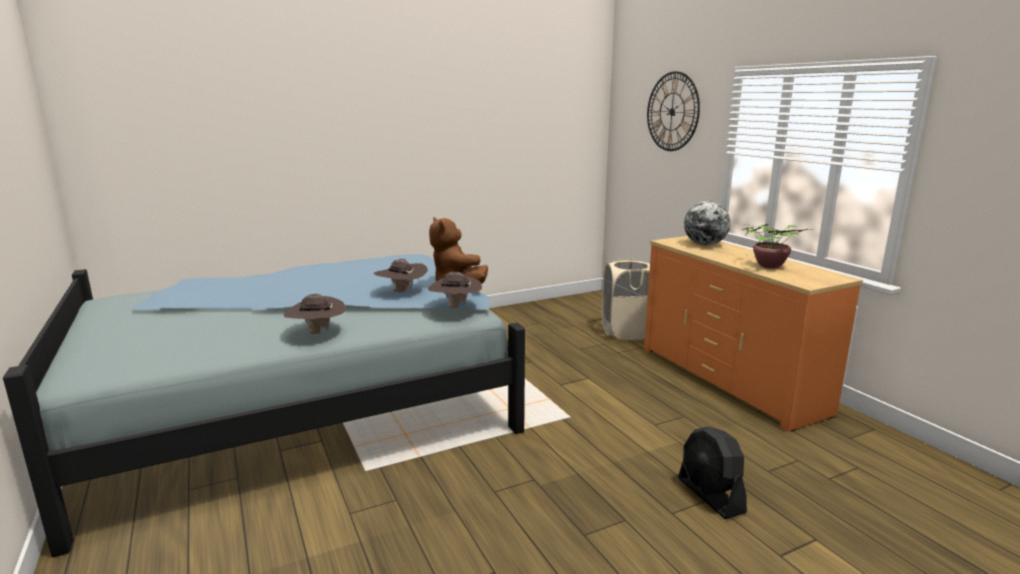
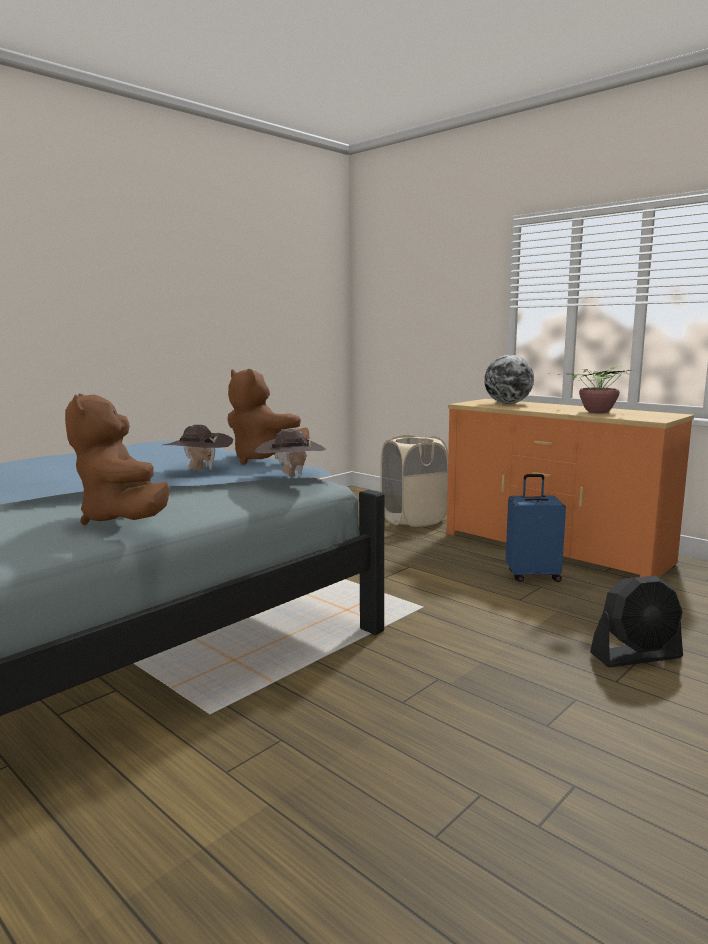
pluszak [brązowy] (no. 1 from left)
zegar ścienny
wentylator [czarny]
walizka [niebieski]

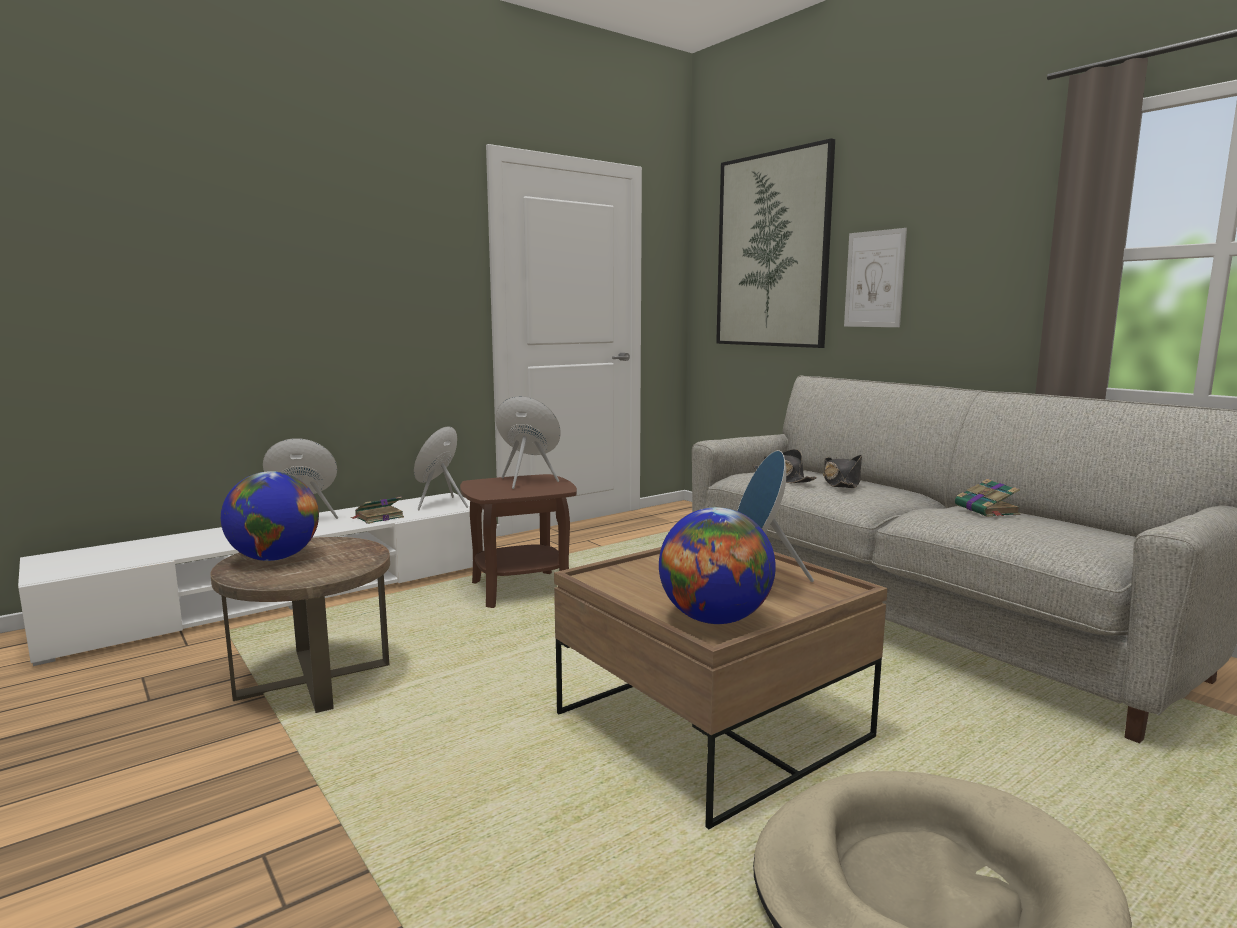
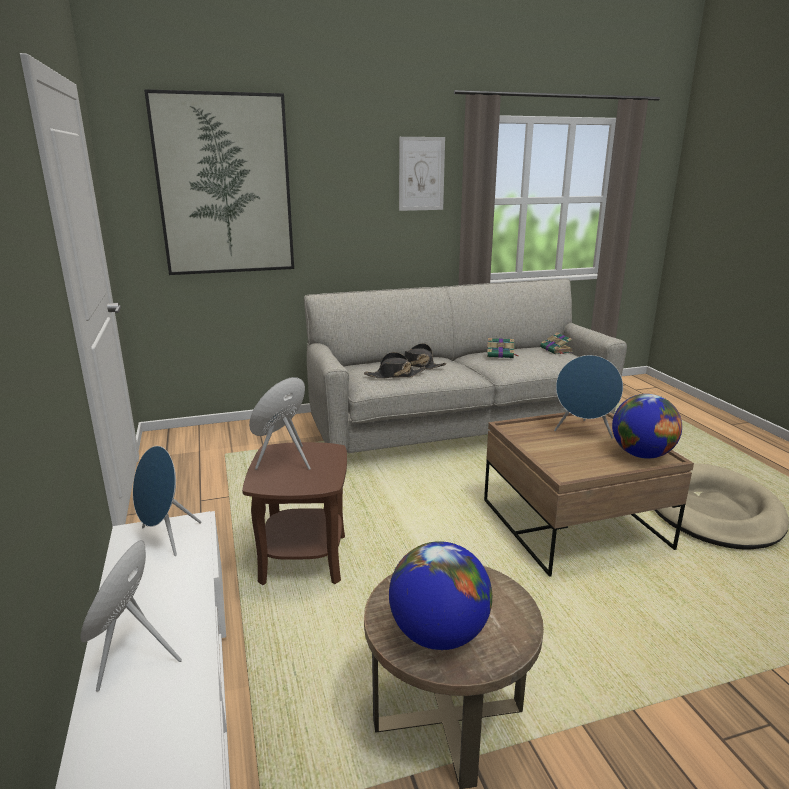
książka (no. 2 from left)
obraz (no. 2 from left)

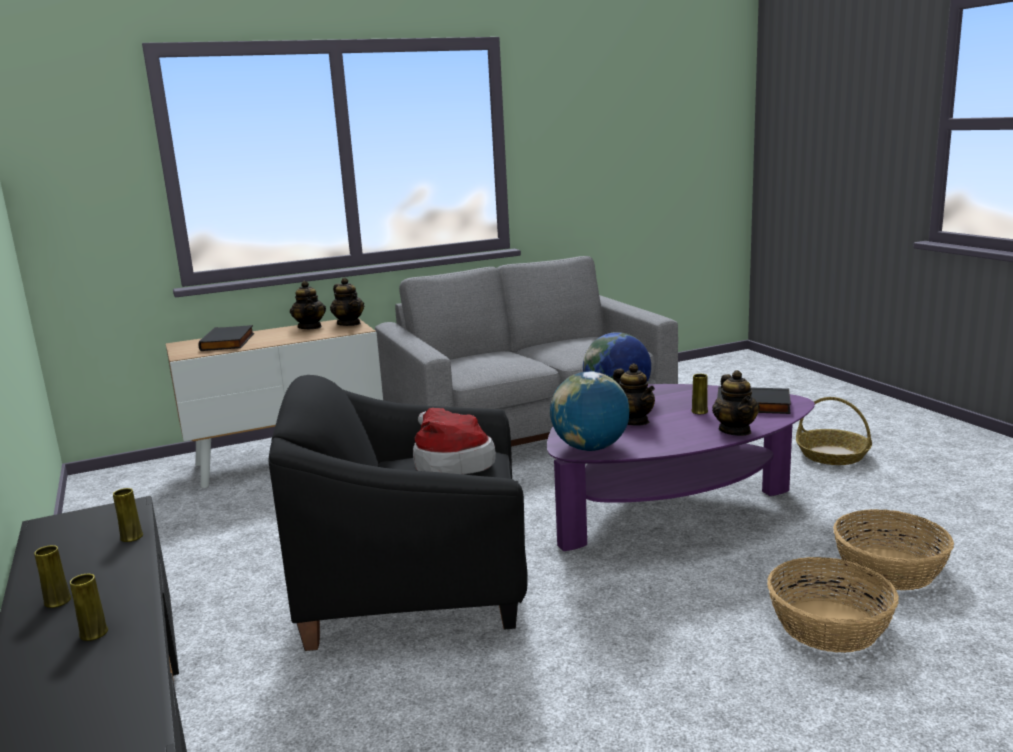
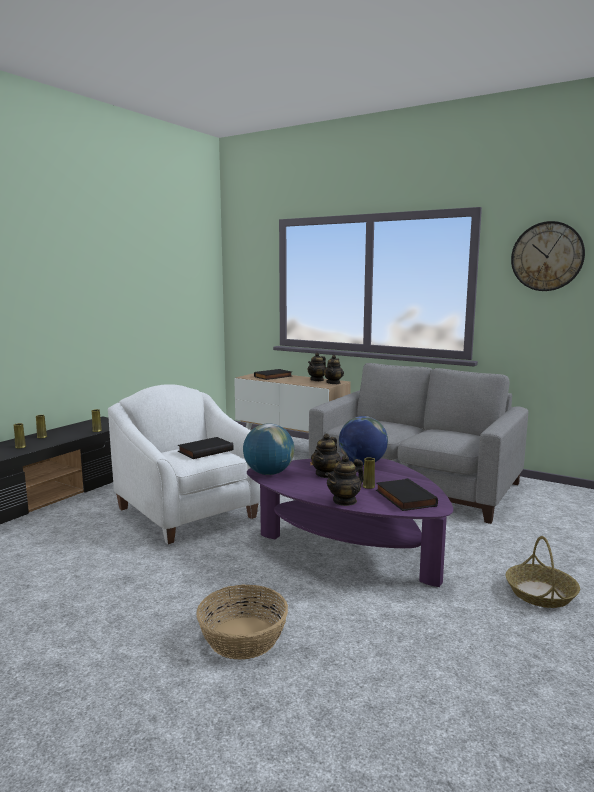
fotel [biały]
książka [czarny] (no. 1 from left)
koszyk (no. 3 from left in the first image)
zegar ścienny

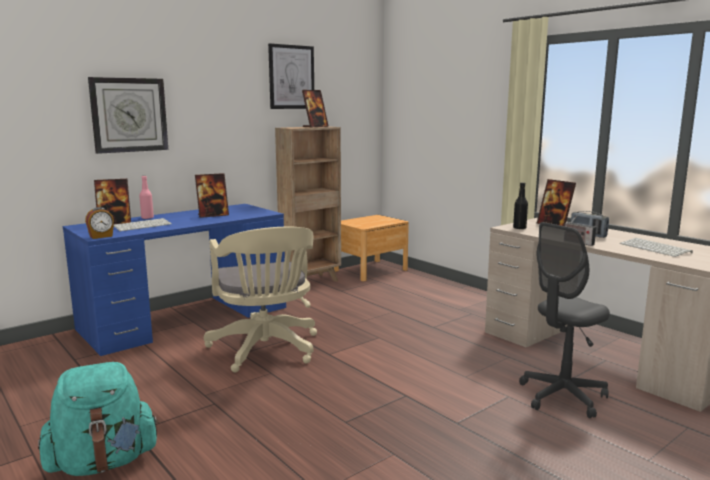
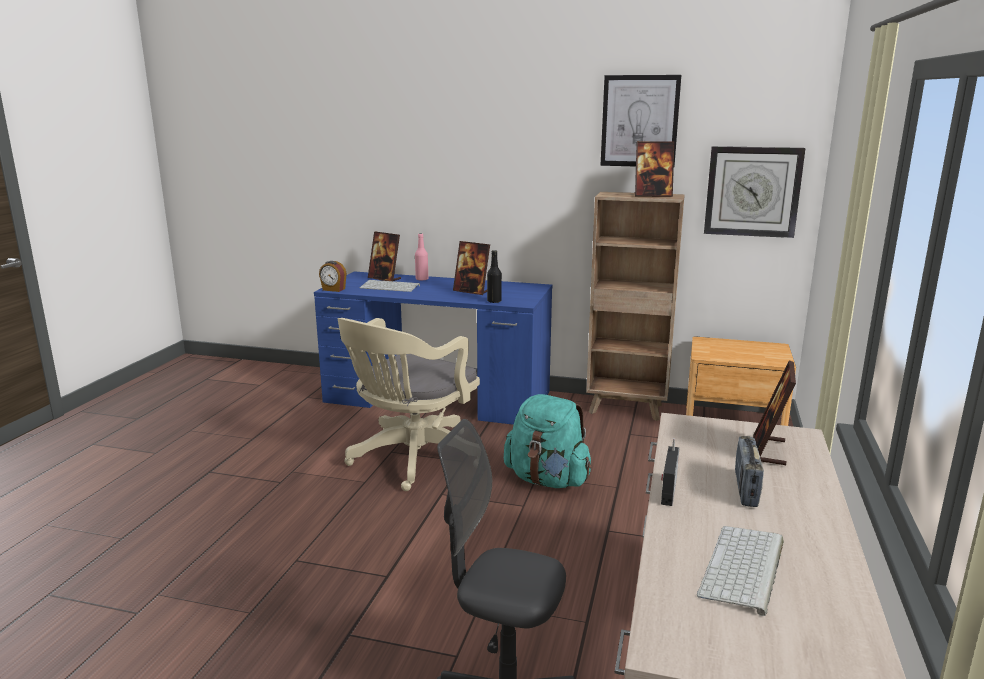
plecak [turkusowy]
zegar ścienny
butelka [czarny]

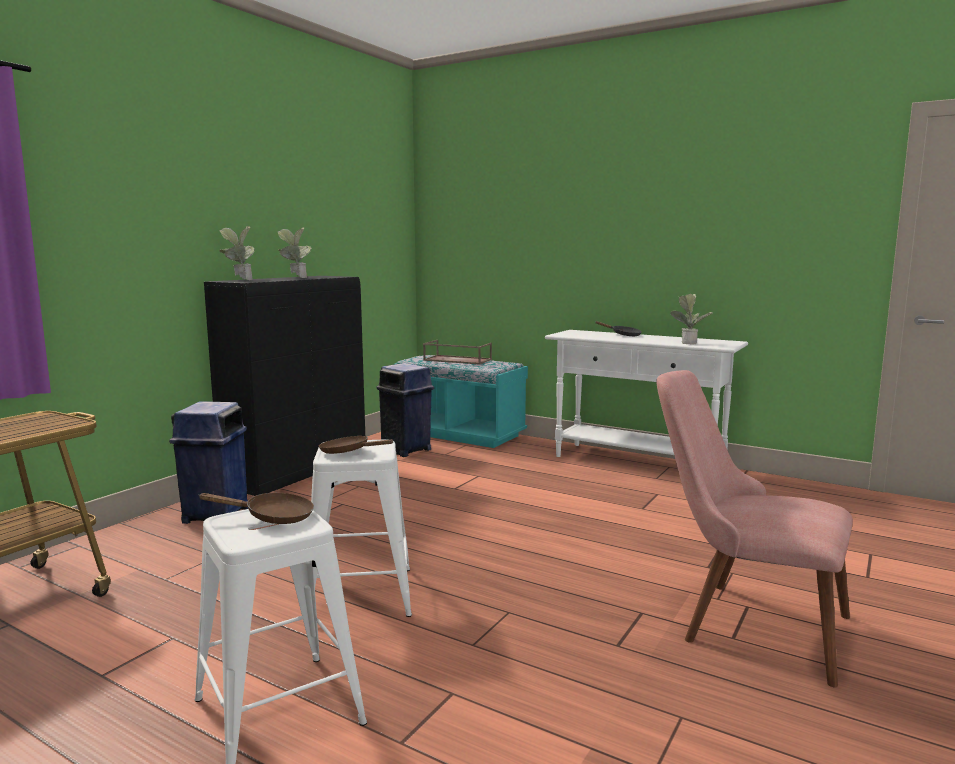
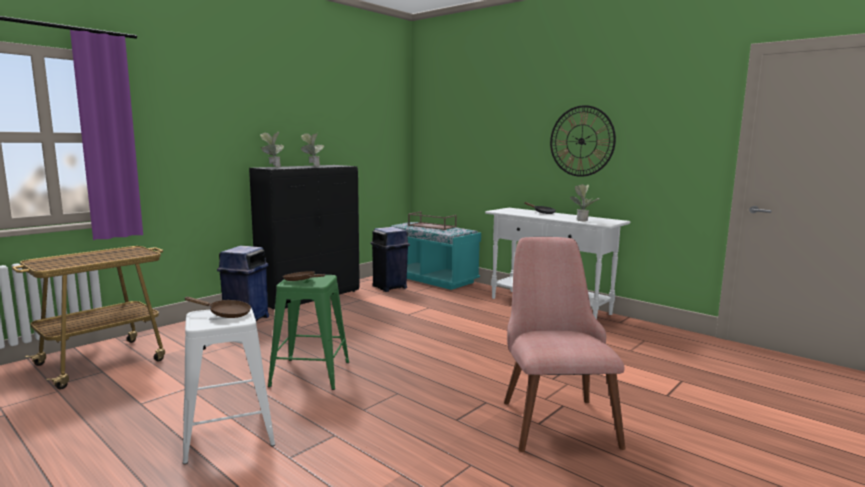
stołek [zielony]
krzesło [różowy]
zegar ścienny

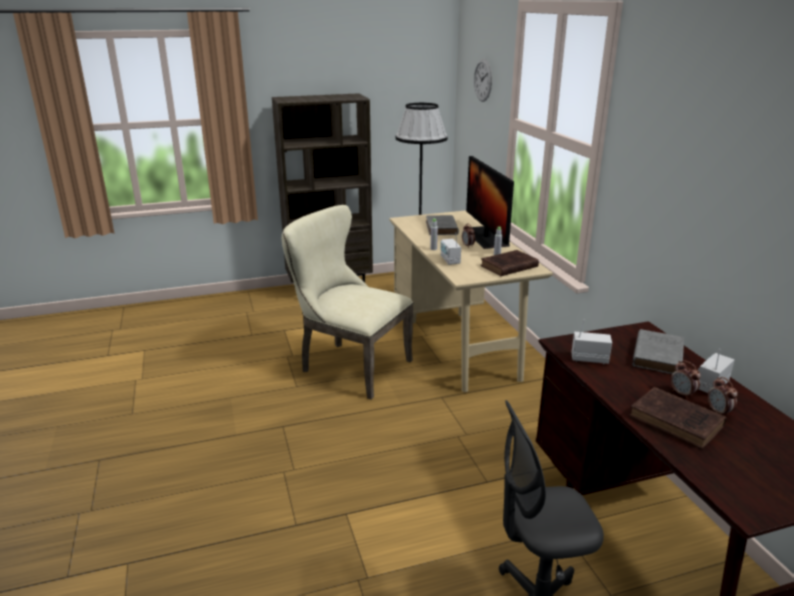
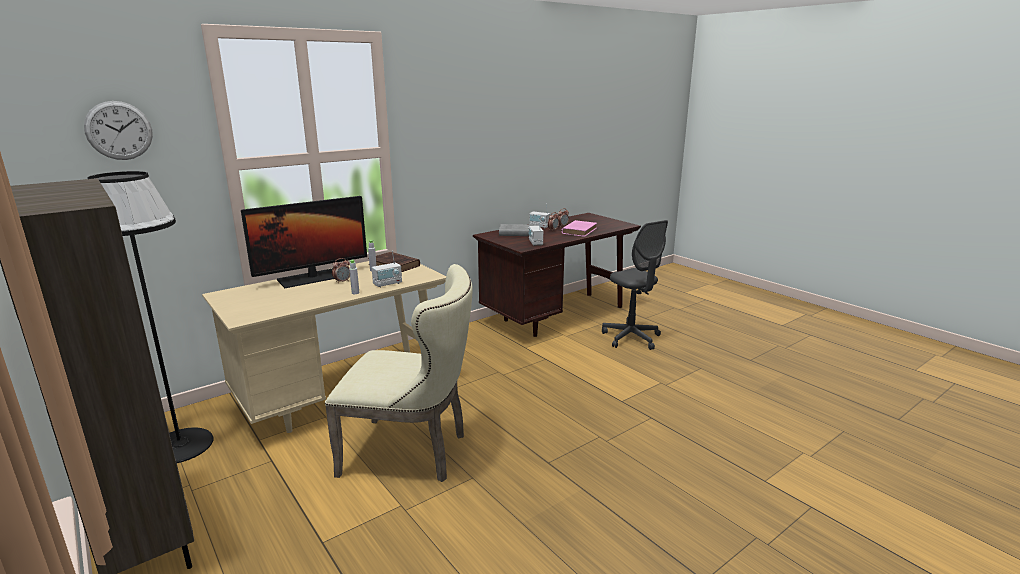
krzesło [beżowy]
książka [szary] (no. 1 from left in the first image)
książka [różowy]

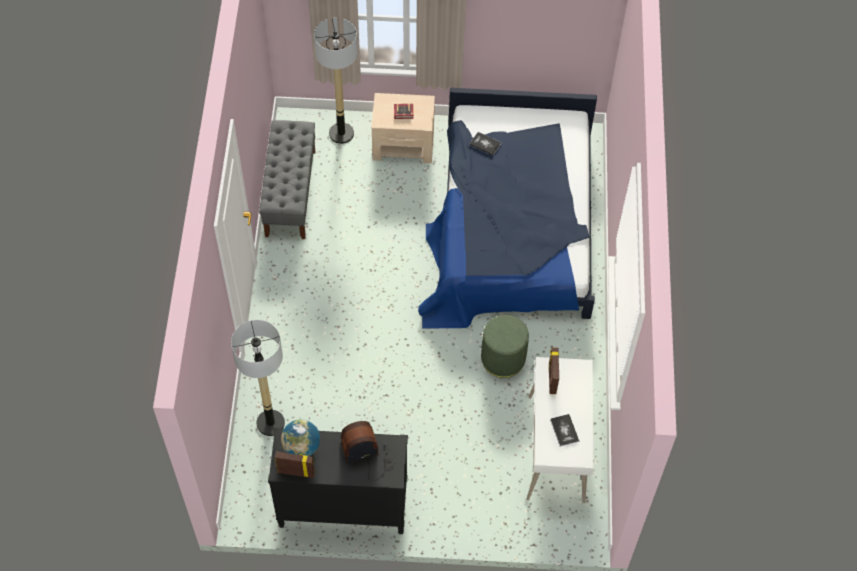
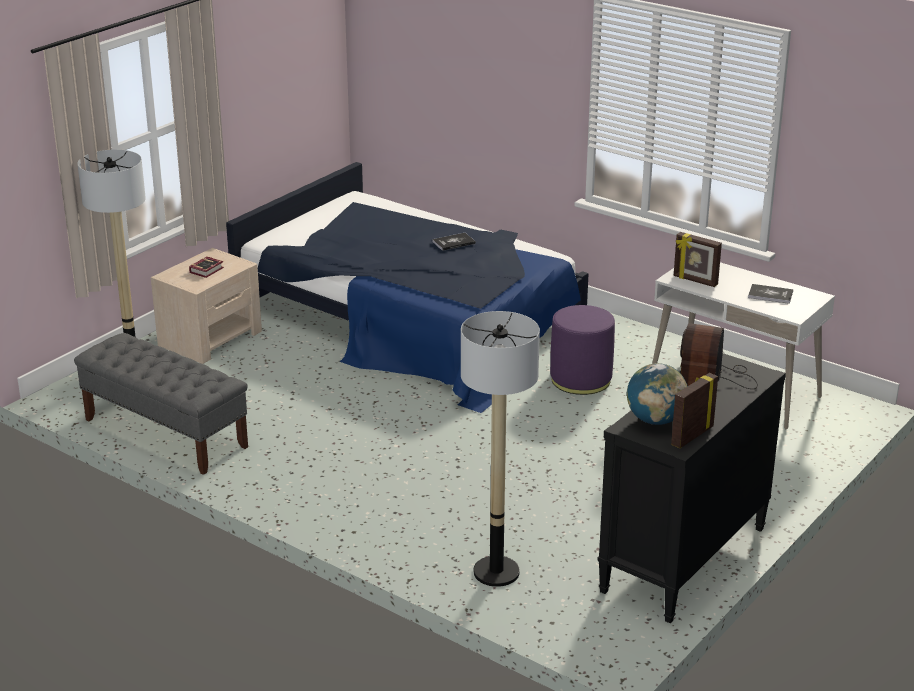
książka (no. 2 from left)
pufa [fioletowy]

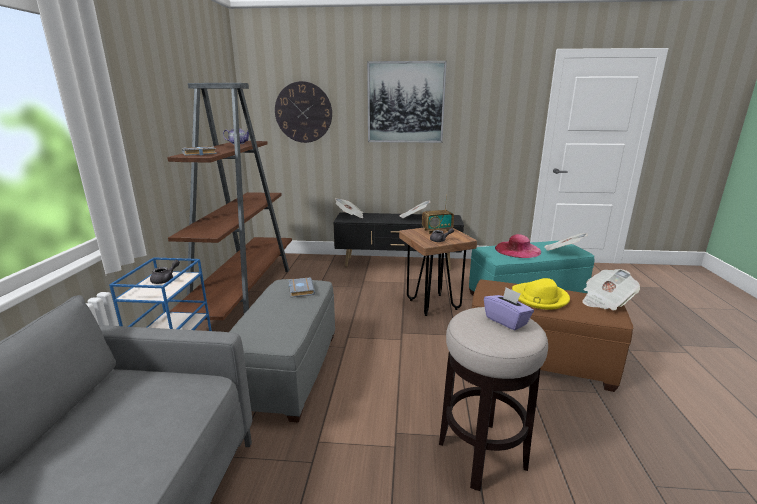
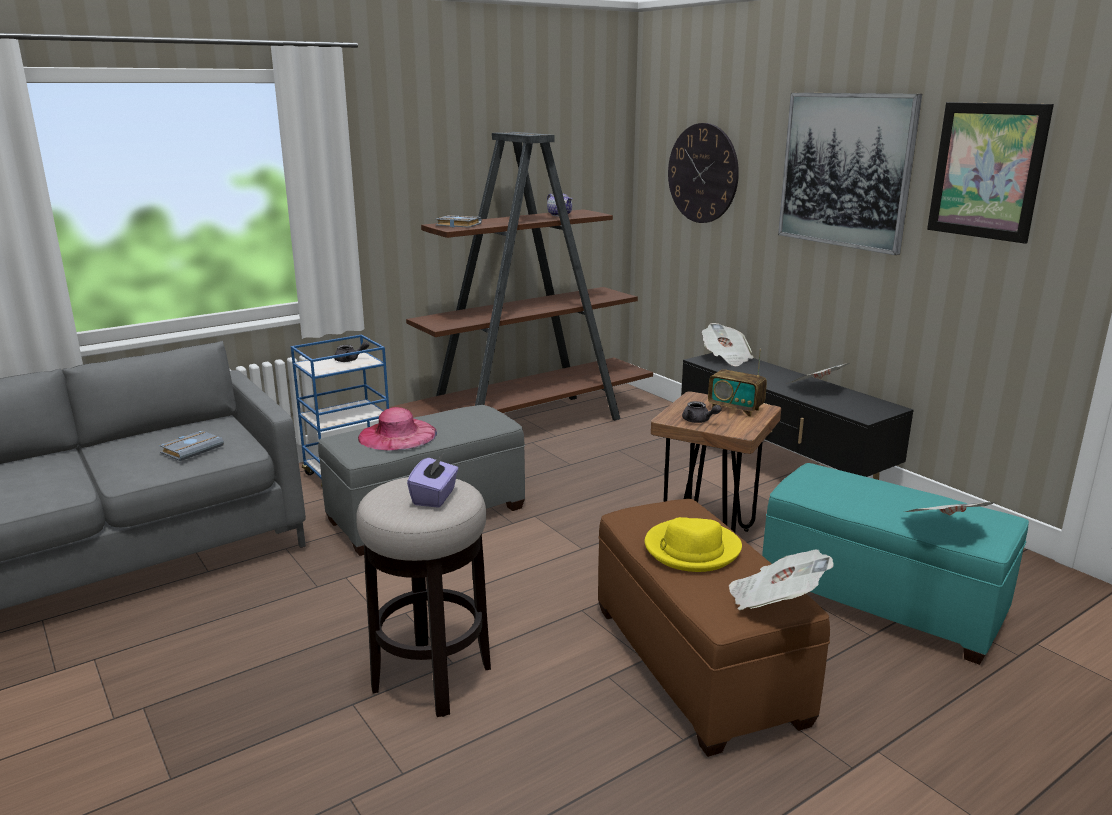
książka [szary] (no. 1 from left)
kapelusz [różowy]
obraz (no. 2 from left)

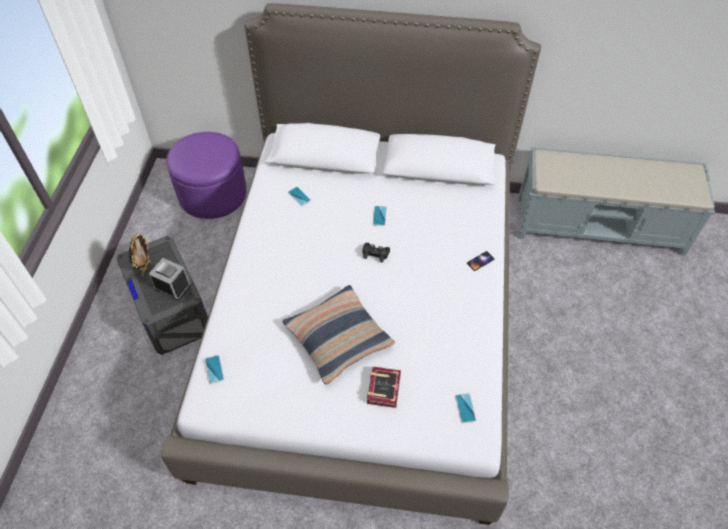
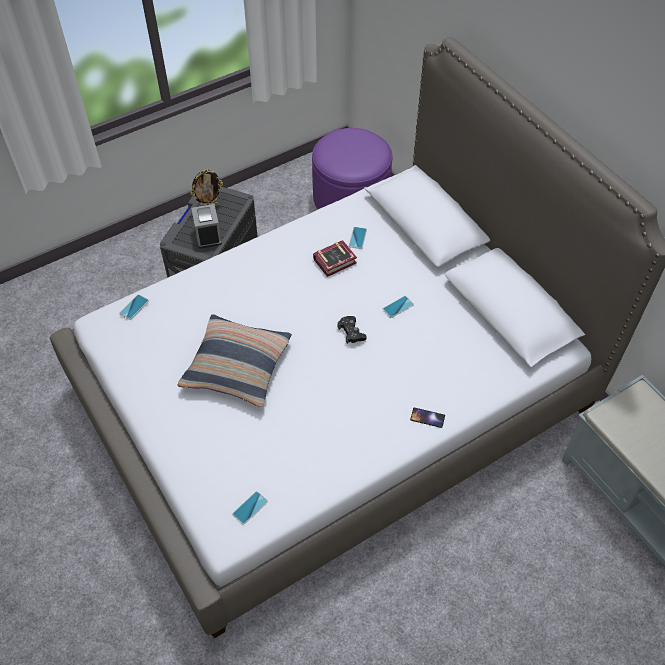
książka

